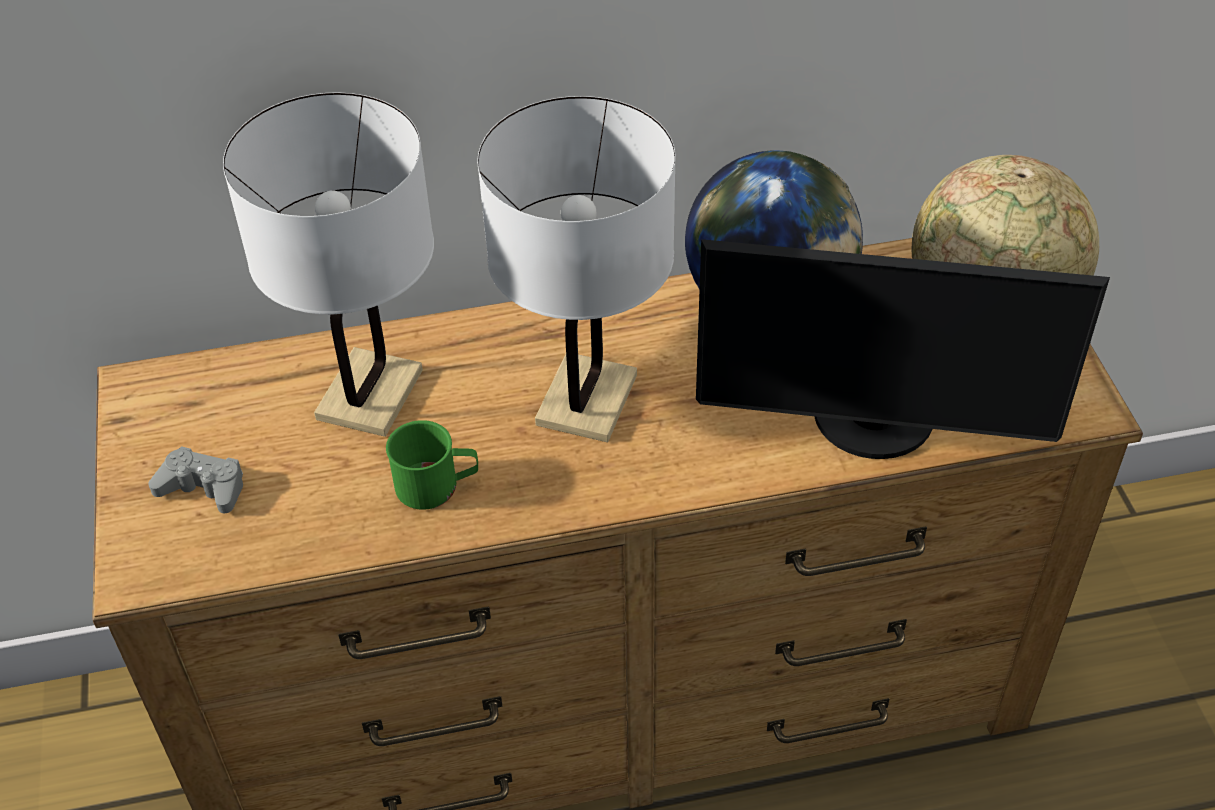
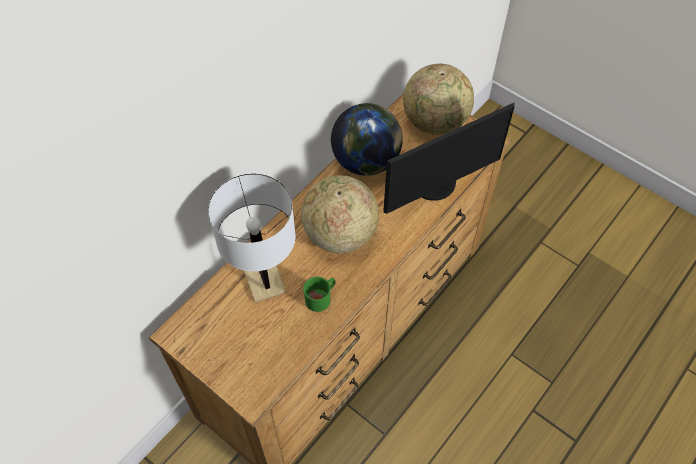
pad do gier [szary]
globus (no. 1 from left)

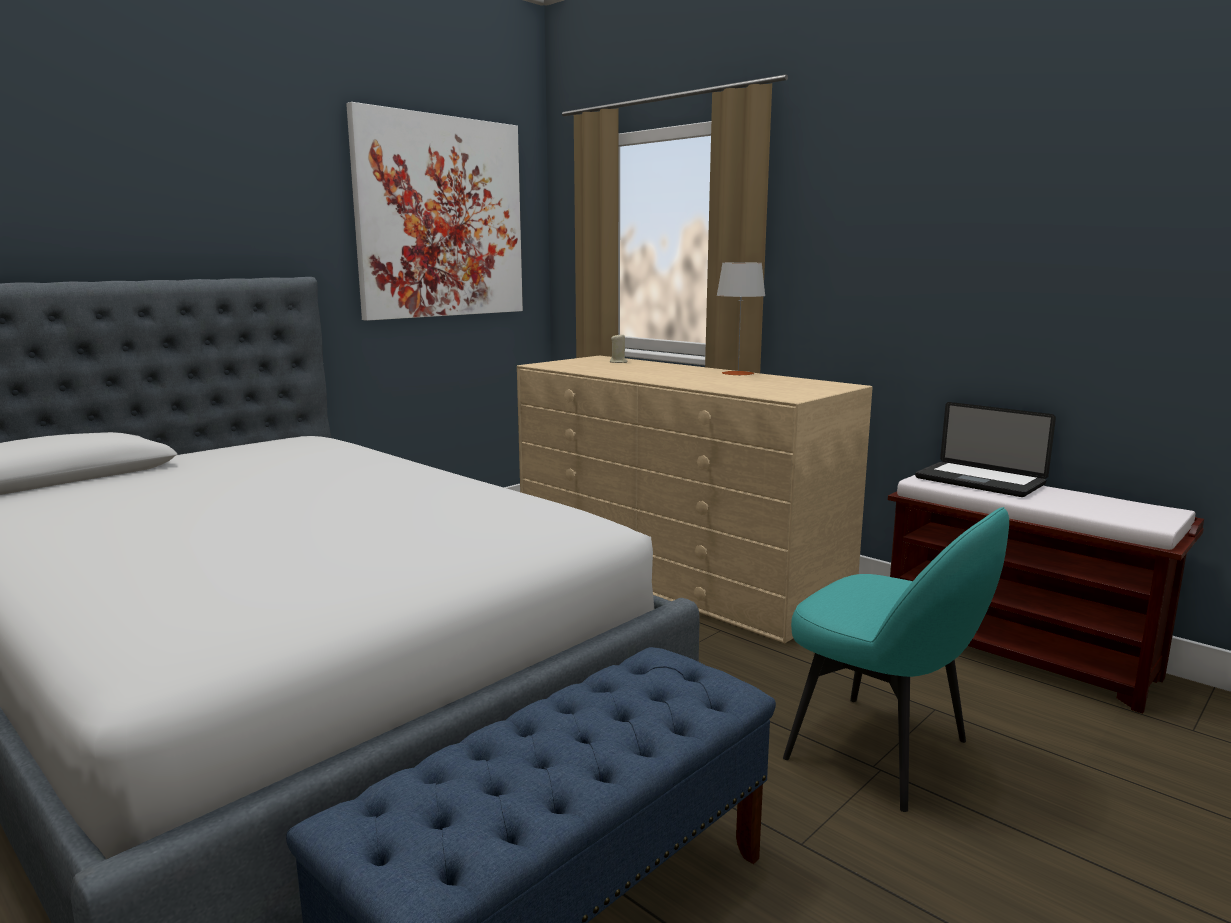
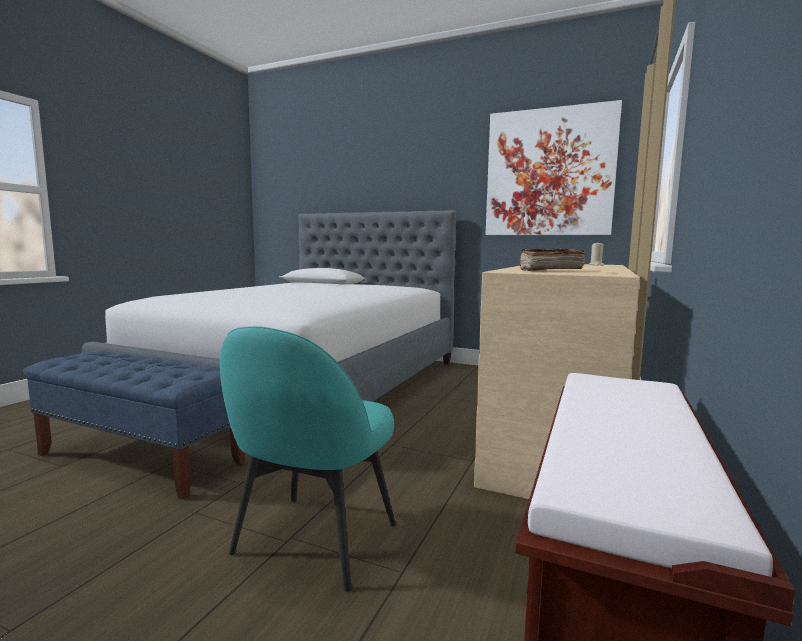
lampa stołowa [szary]
laptop
książka [brązowy]

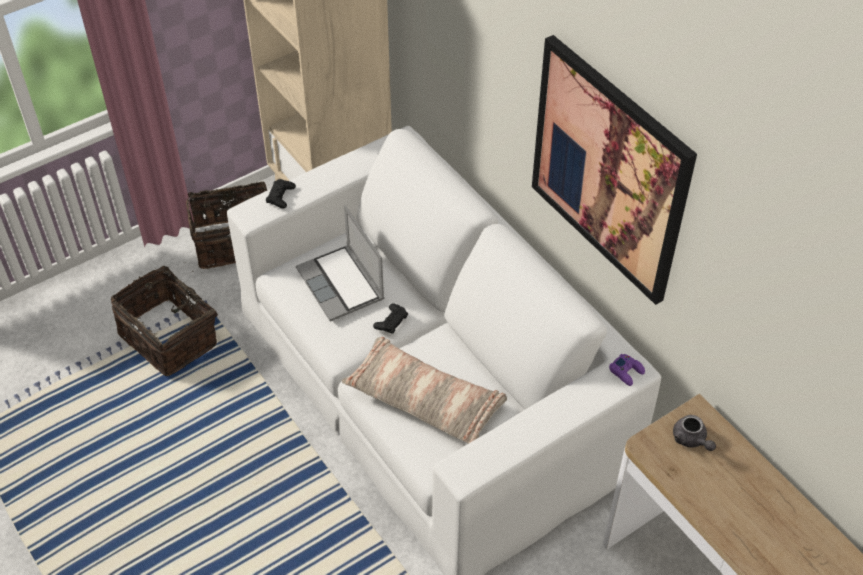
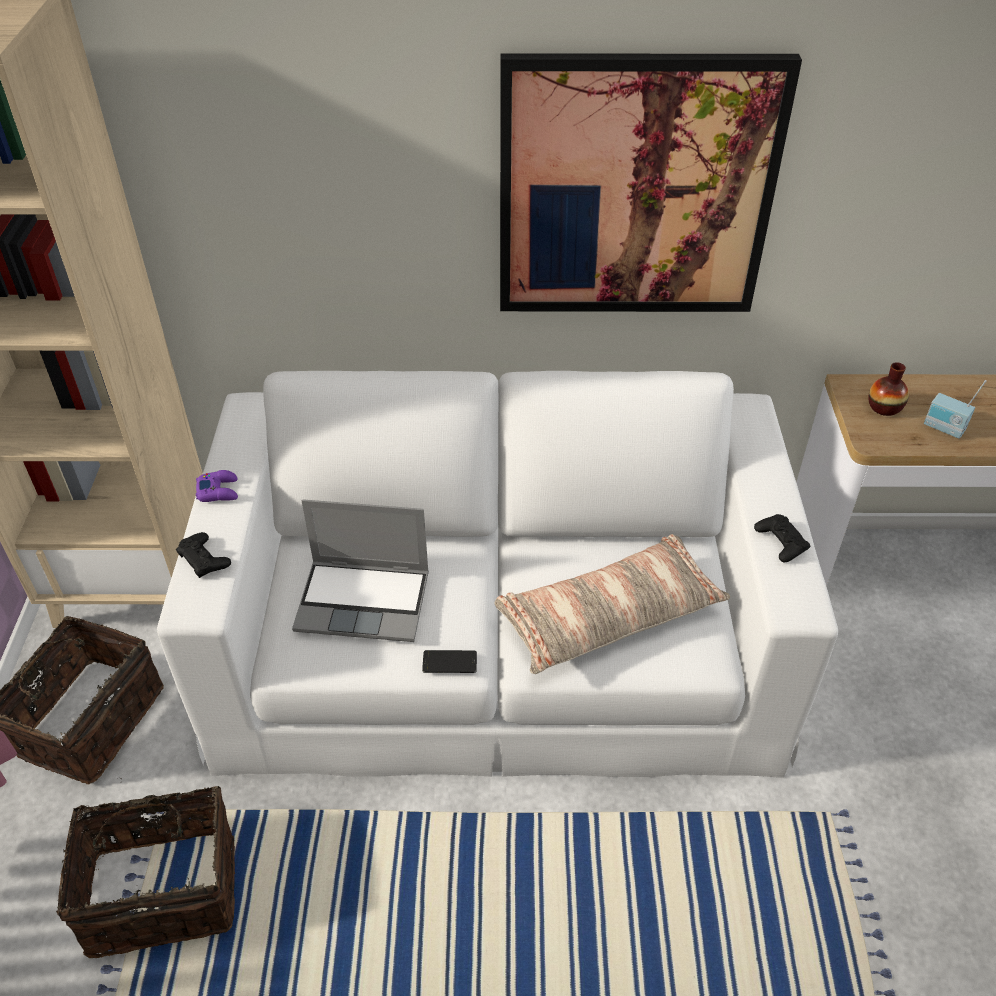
pad do gier [czarny] (no. 2 from left)
pad do gier [fioletowy]
wazon
telefon
radio

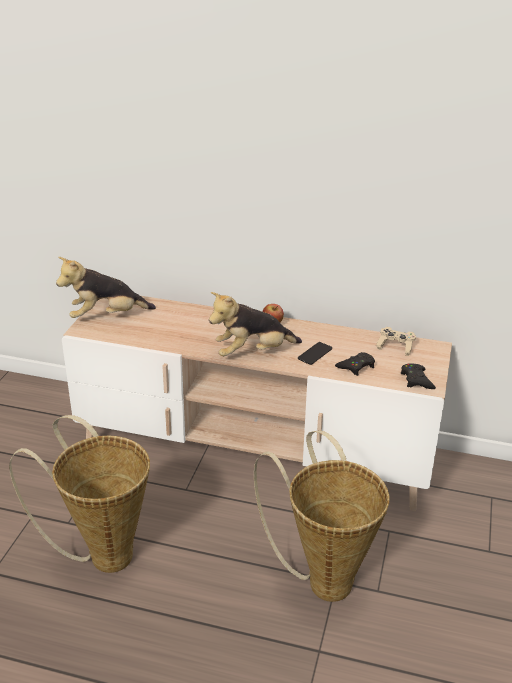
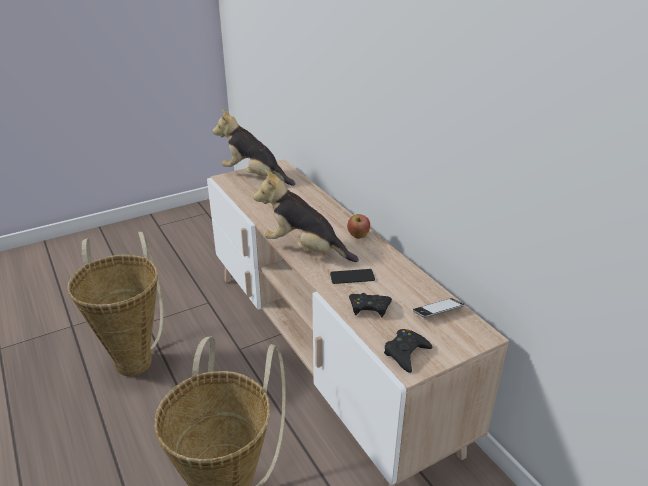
telefon (no. 2 from left)

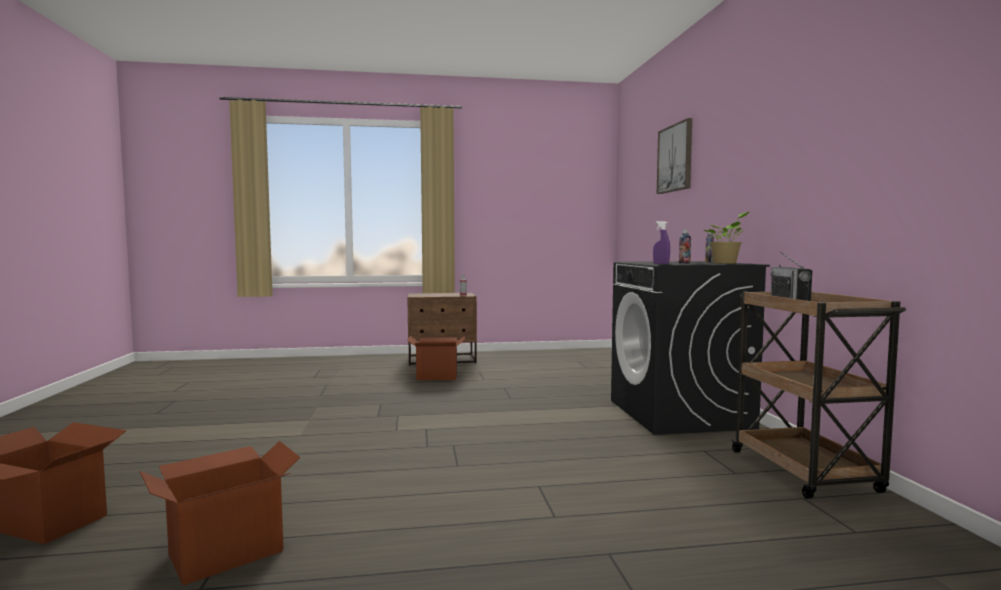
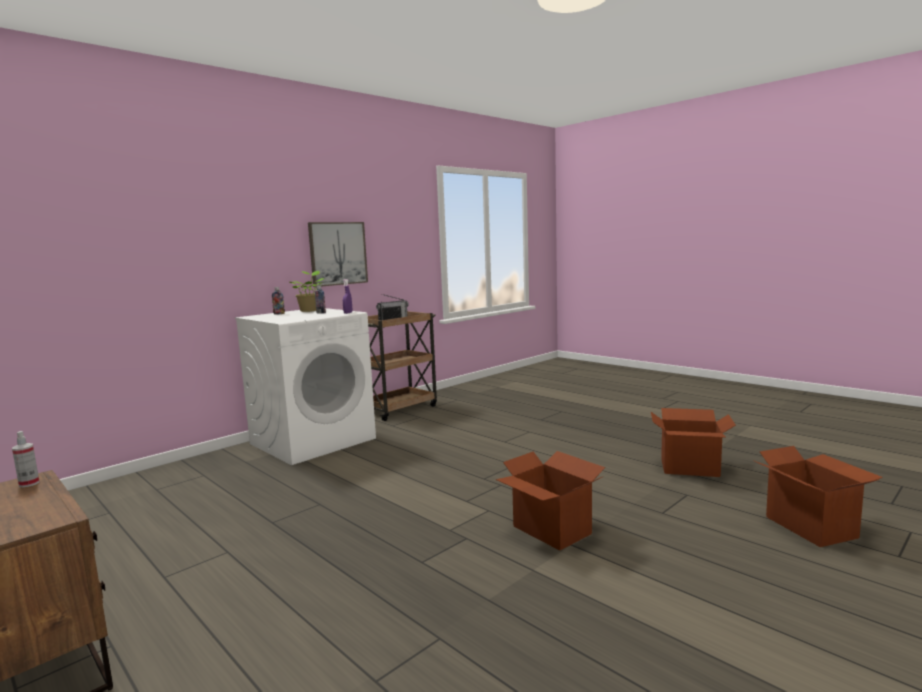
karton (no. 1 from left)
pralka [biały]
obraz

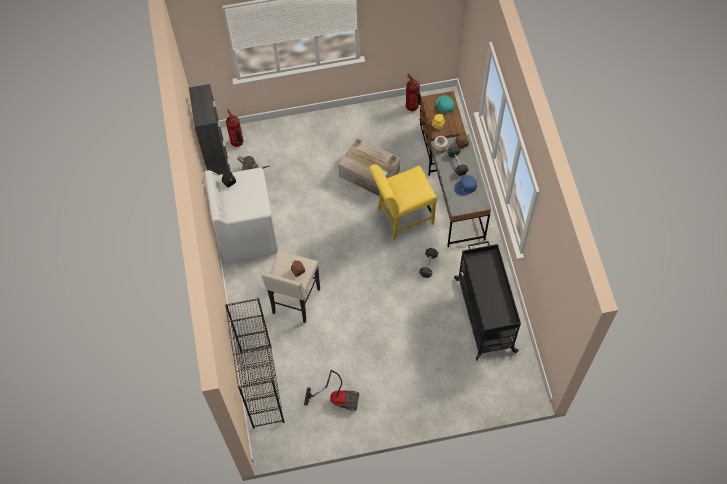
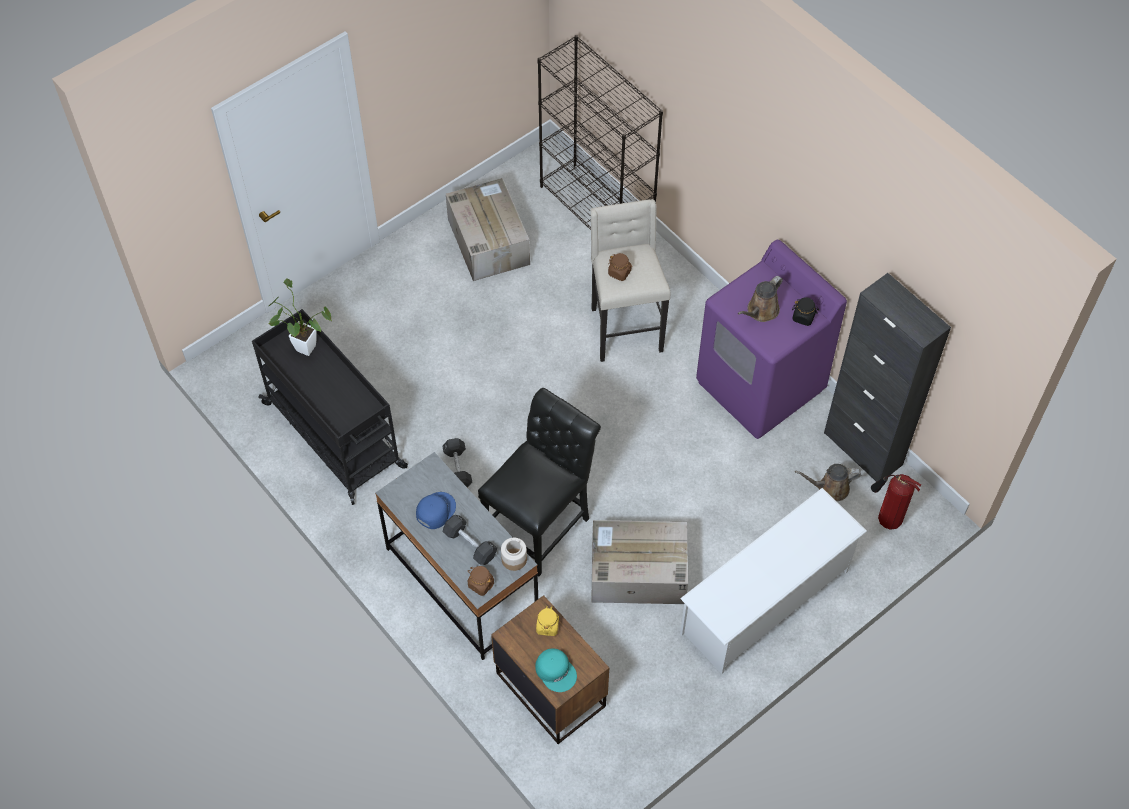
pralka [fioletowy]
karton (no. 1 from left)
krzesło [czarny]
gaśnica (no. 2 from left in the first image)
roślina doniczkowa
regał na buty [biały]
konewka [brązowy] (no. 1 from left)

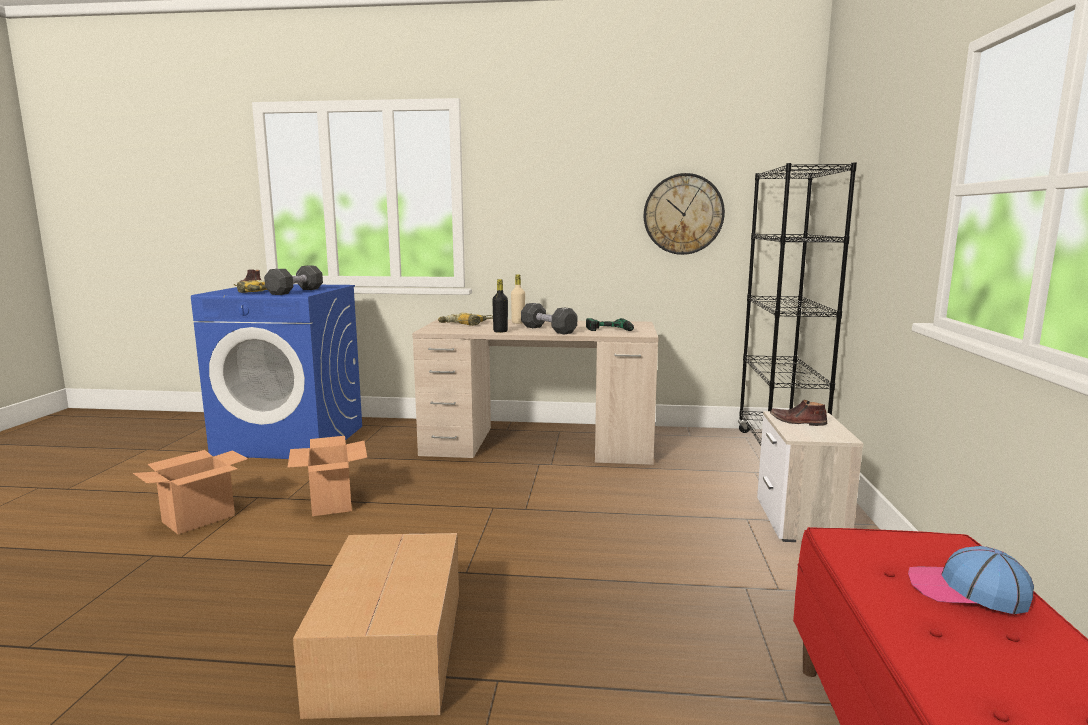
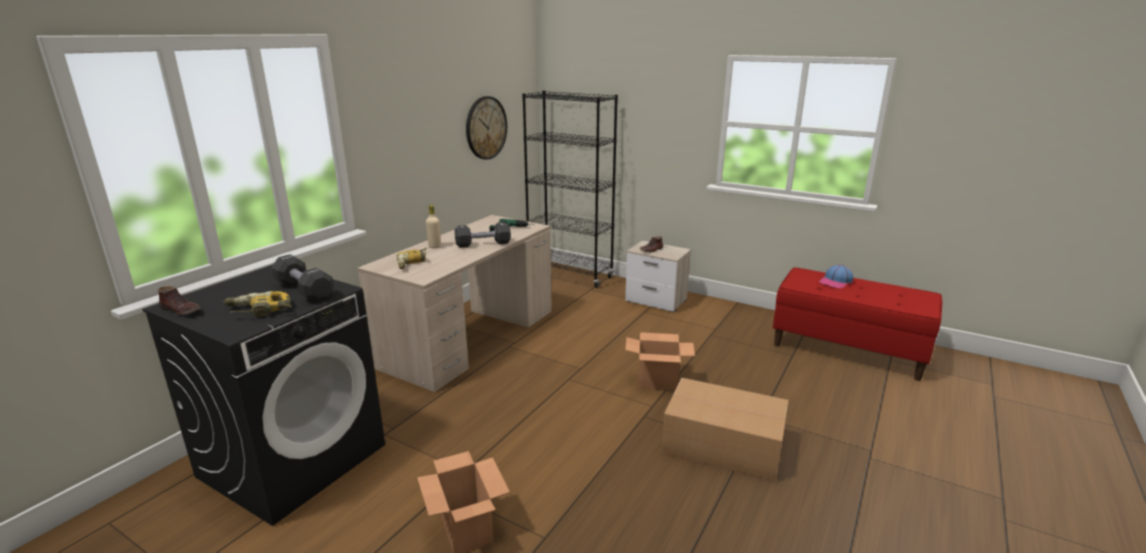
pralka [czarny]
karton (no. 2 from left)
butelka [czarny]

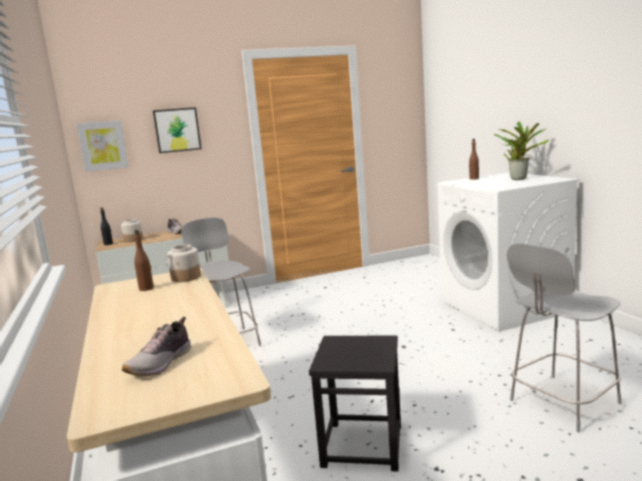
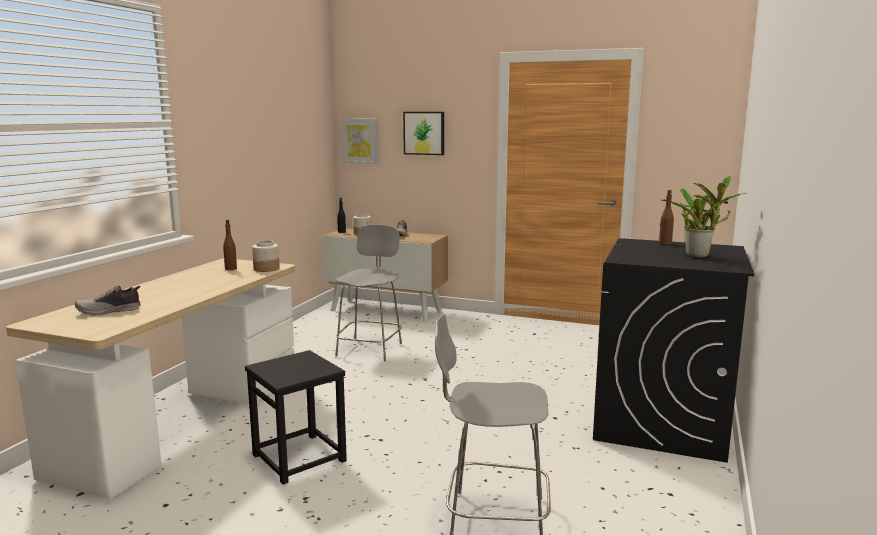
pralka [czarny]

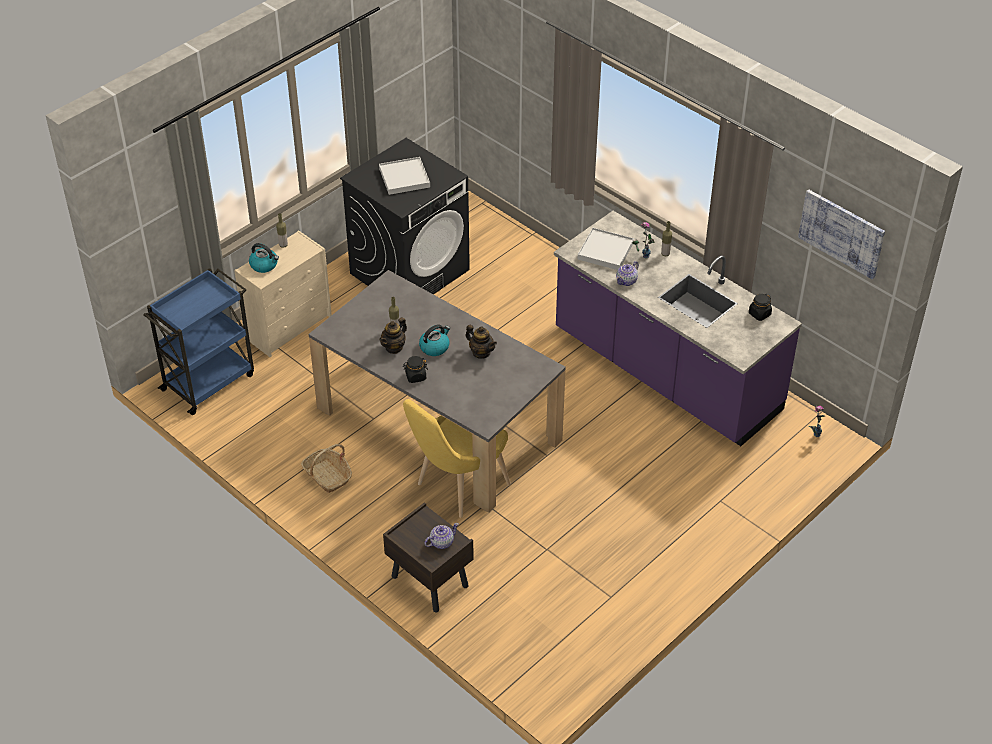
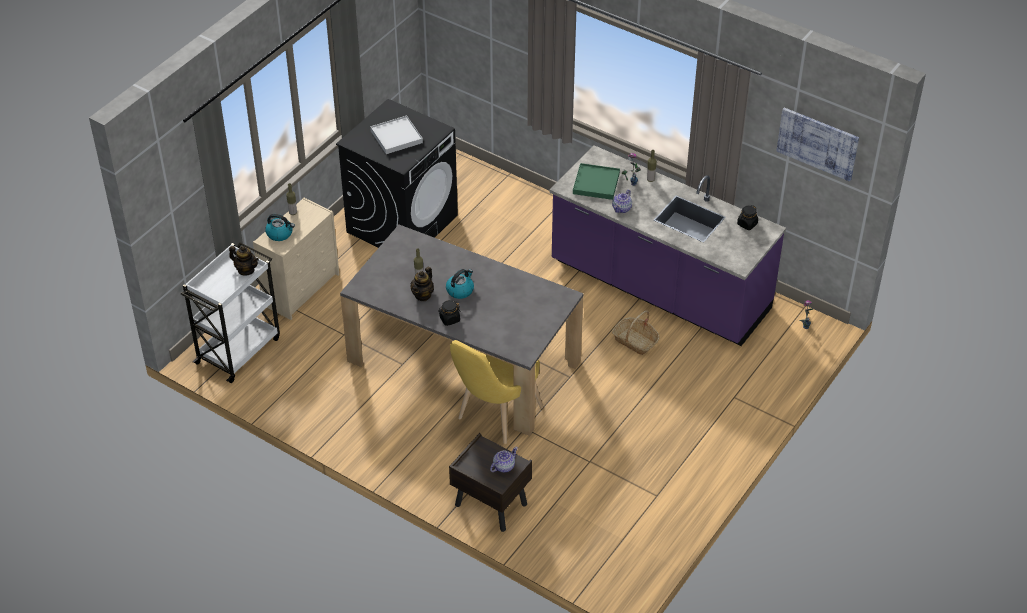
wózek [biały]
koszyk
imbryk (no. 1 from left)
taca [zielony]

